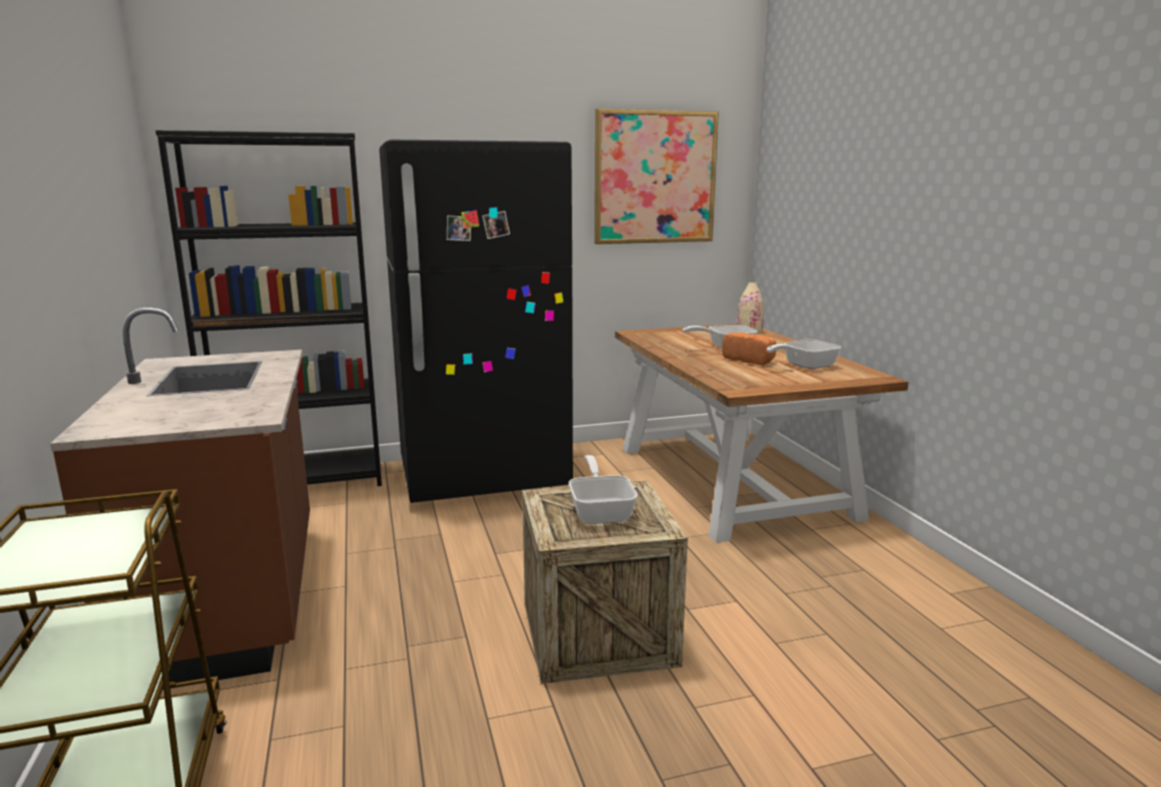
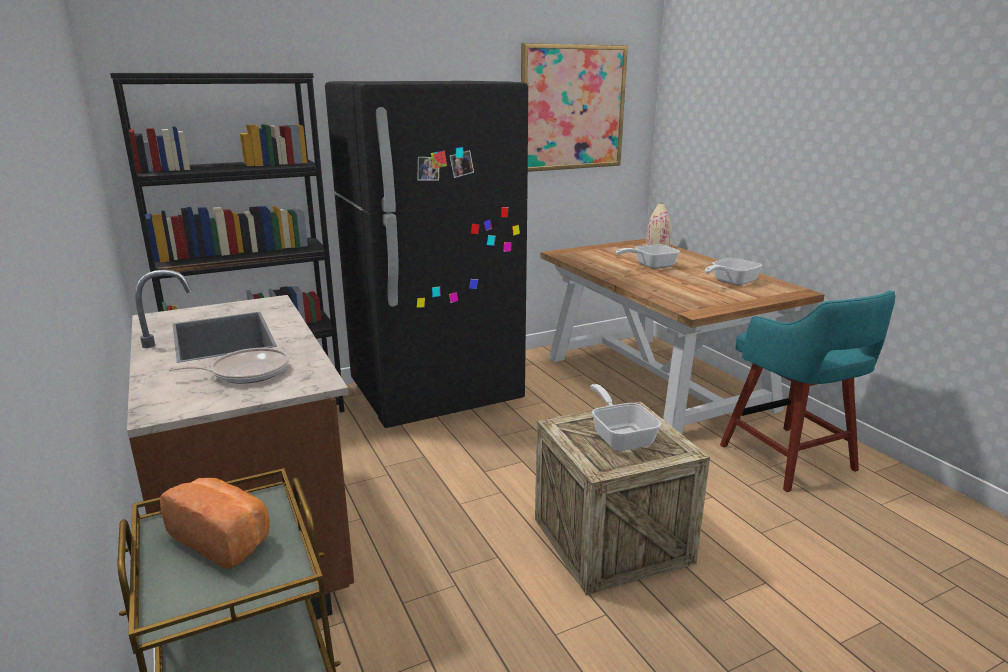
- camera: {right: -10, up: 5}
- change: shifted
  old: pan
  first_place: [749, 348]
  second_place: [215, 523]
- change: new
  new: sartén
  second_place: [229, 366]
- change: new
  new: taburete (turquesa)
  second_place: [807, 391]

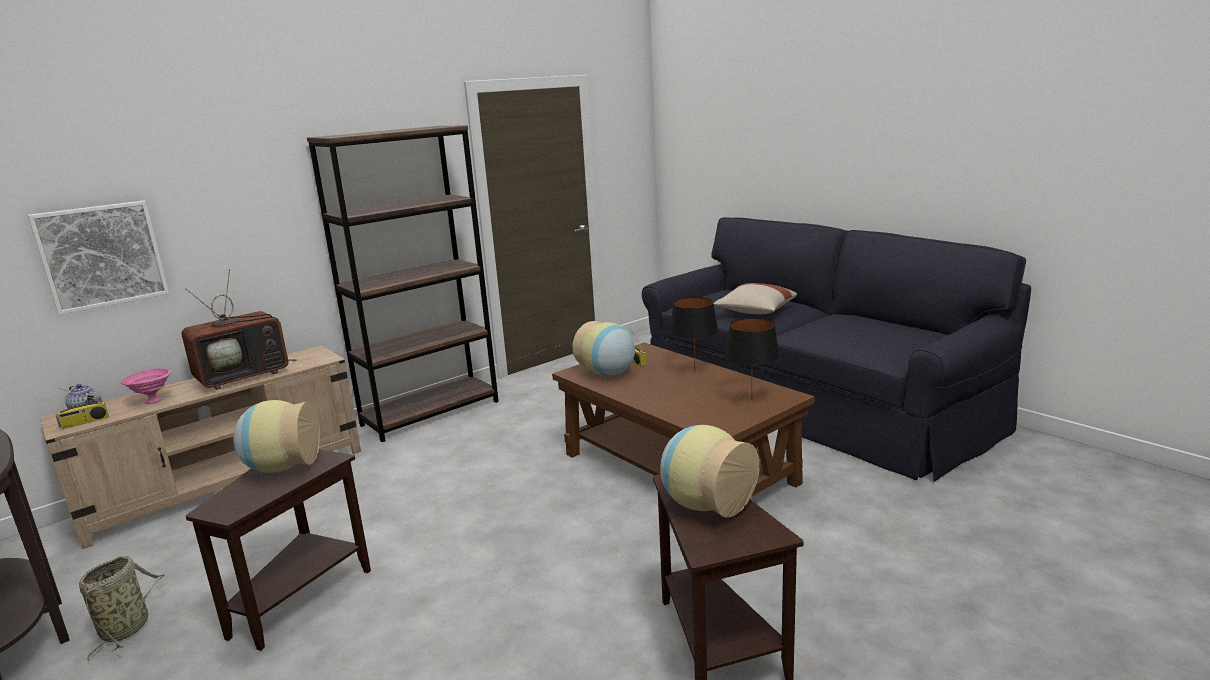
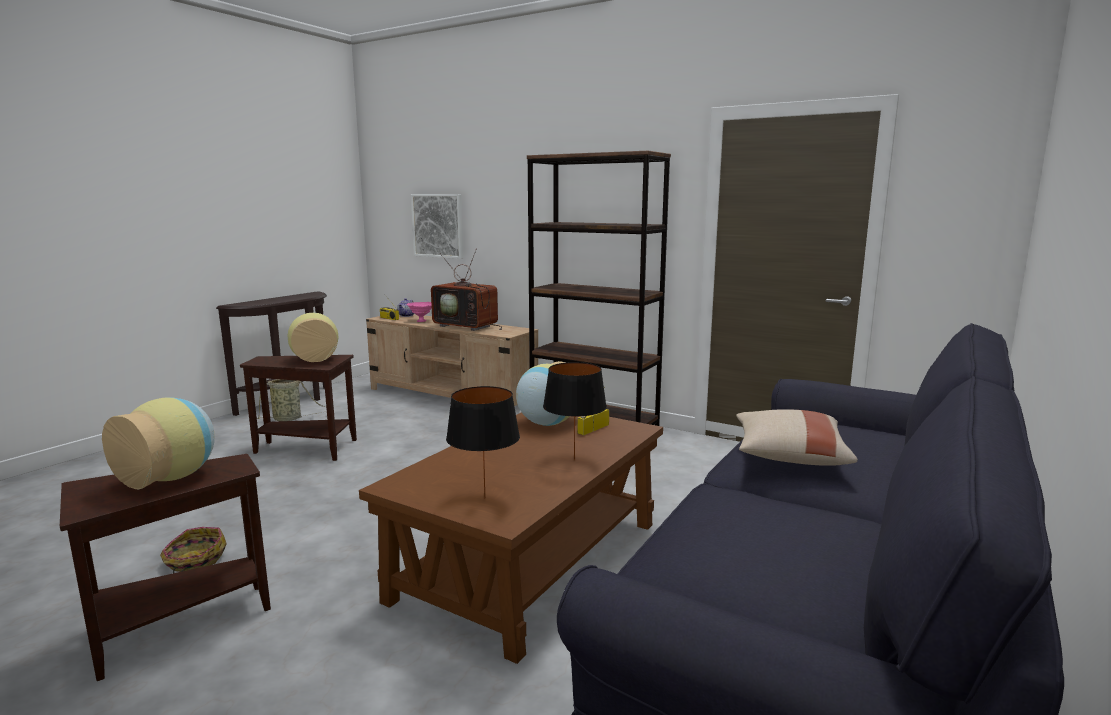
- camera: {right: 70, up: -5}
- change: new
  new: cesta
  second_place: [193, 550]

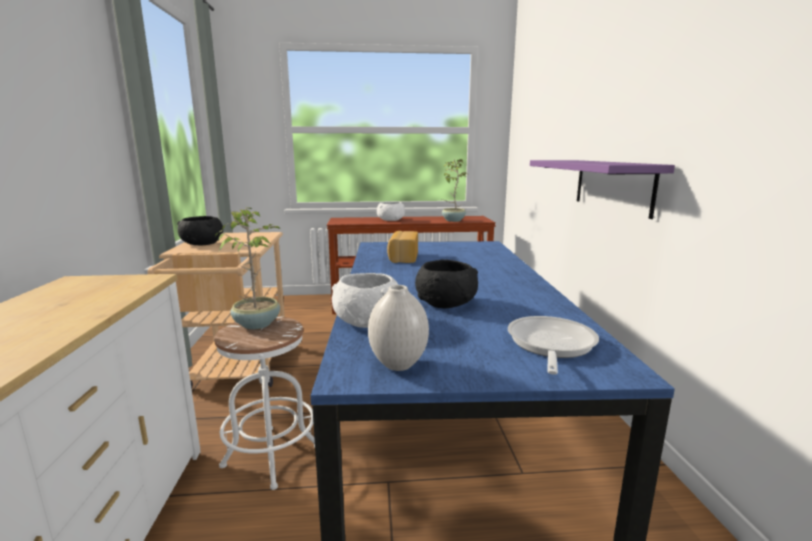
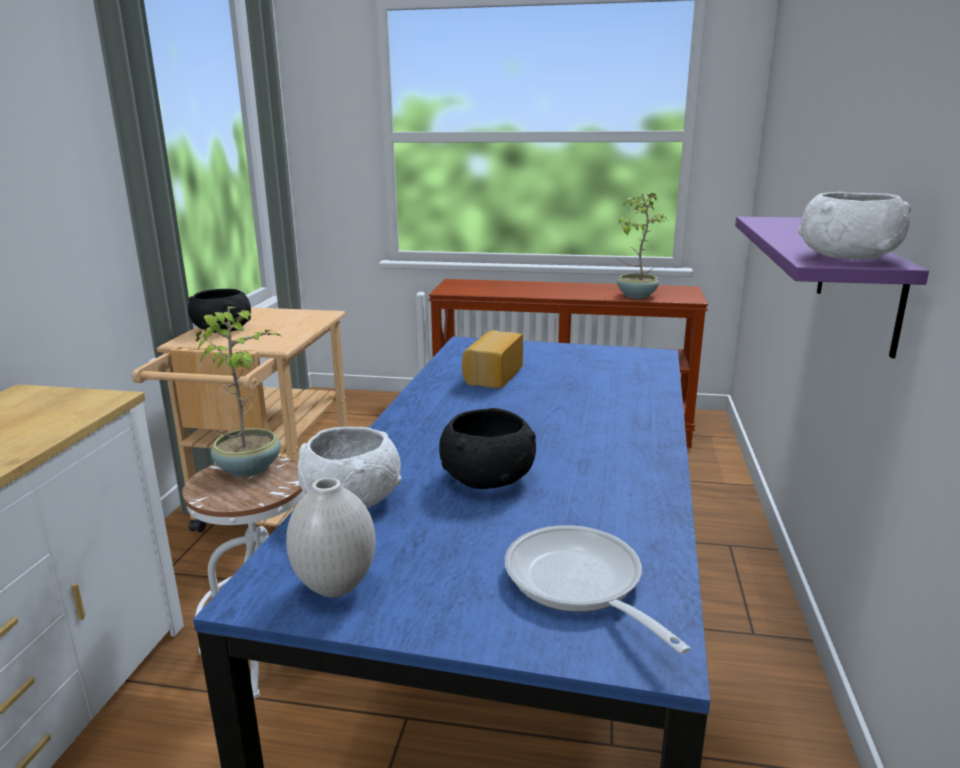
- camera: {right: 15, up: 5}
- change: shifted
  old: cuenco (blanco)
  first_place: [391, 211]
  second_place: [854, 226]
- change: rotated
  old: sartén
  first_place: [553, 345]
  second_place: [597, 589]
  degrees: -60

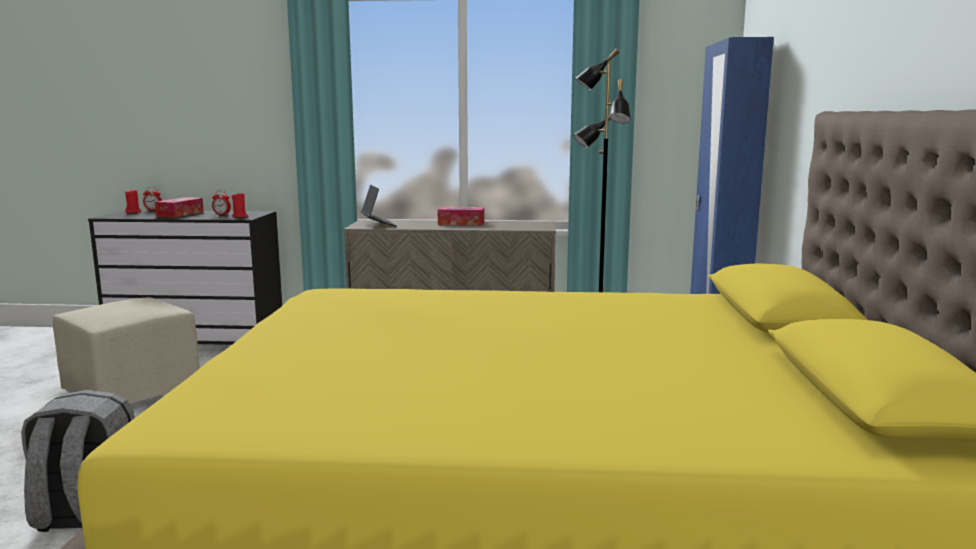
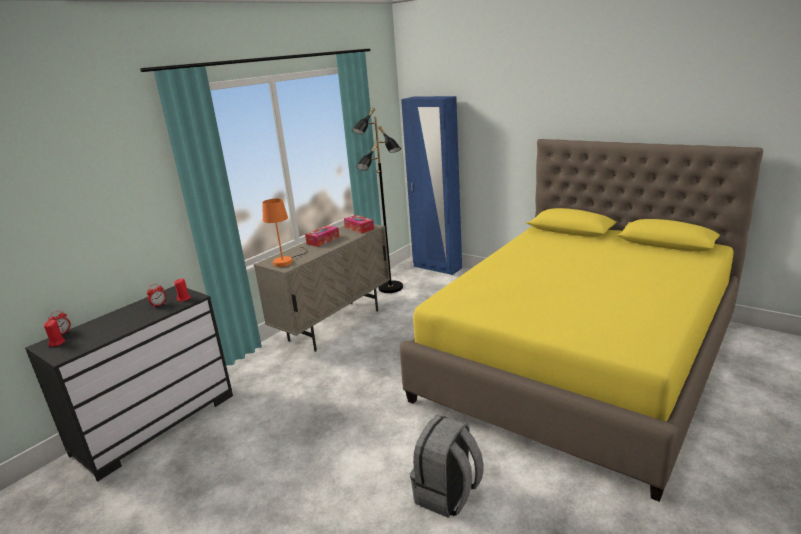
- camera: {right: -55, up: 10}
- change: gone
  old: puf (beis)
  first_place: [126, 350]
- change: shifted
  old: caja de pañuelos
  first_place: [179, 207]
  second_place: [359, 224]
- change: swapped
  old: portátil
  new: lámpara de mesa (naranja)
  first_place: [379, 206]
  second_place: [285, 233]

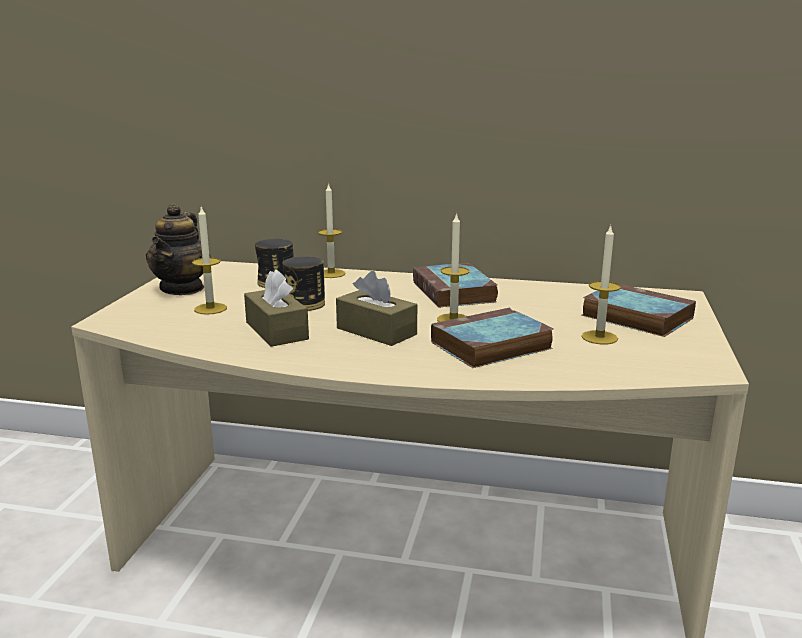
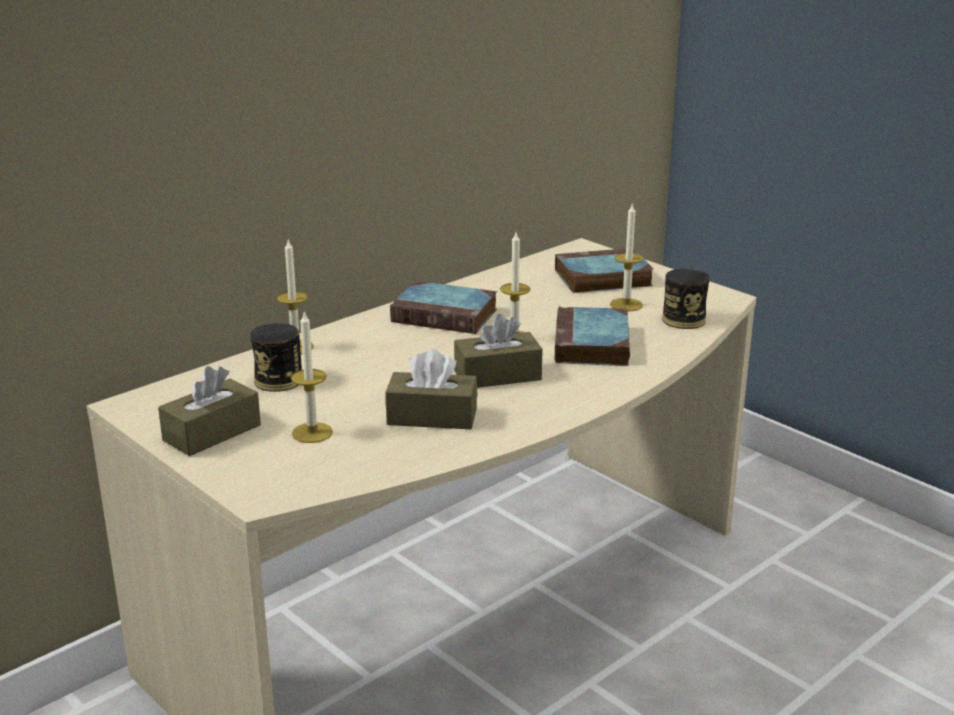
- camera: {right: -55, up: 5}
- change: swapped
  old: tetera
  new: caja de pañuelos (marrón)
  first_place: [178, 249]
  second_place: [209, 411]
- change: shifted
  old: lata
  first_place: [303, 283]
  second_place: [686, 299]

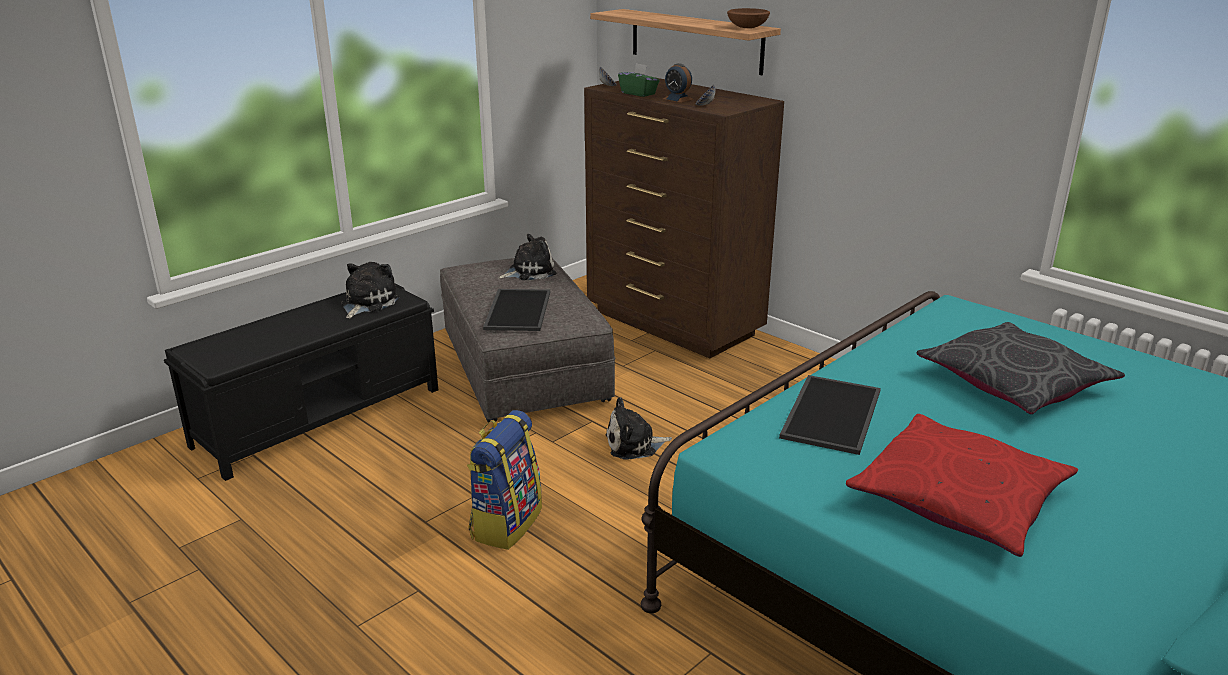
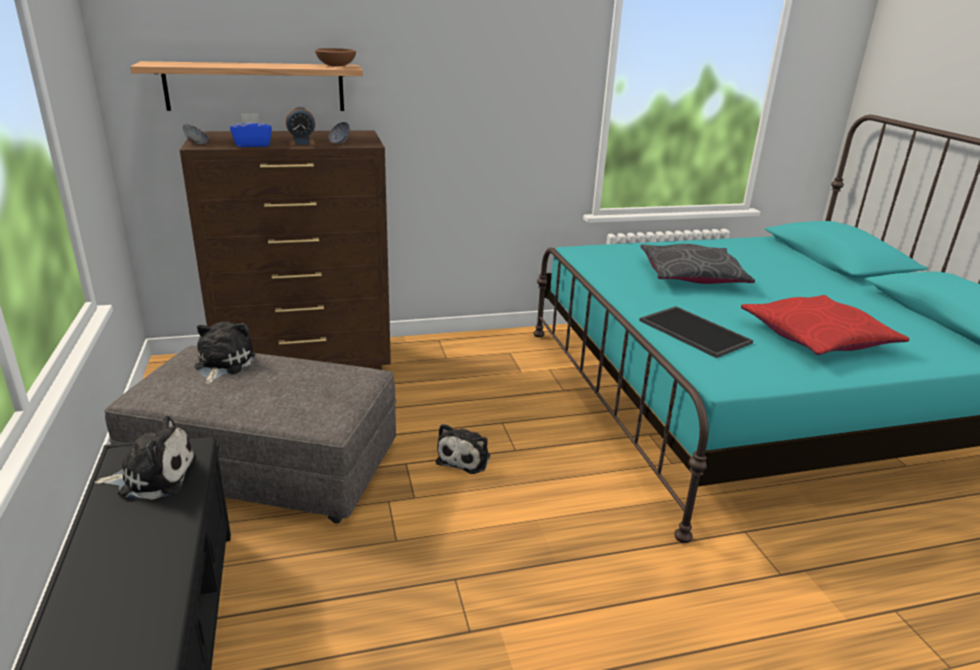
- camera: {right: -60, up: 0}
- change: rotated
  old: peluche
  first_place: [370, 290]
  second_place: [145, 458]
  degrees: 120
- change: gone
  old: mochila
  first_place: [504, 480]
- change: gone
  old: bandeja
  first_place: [516, 310]
- change: repainted
  old: caja de pañuelos (verde)
  new: caja de pañuelos (azul)
  first_place: [639, 80]
  second_place: [251, 130]

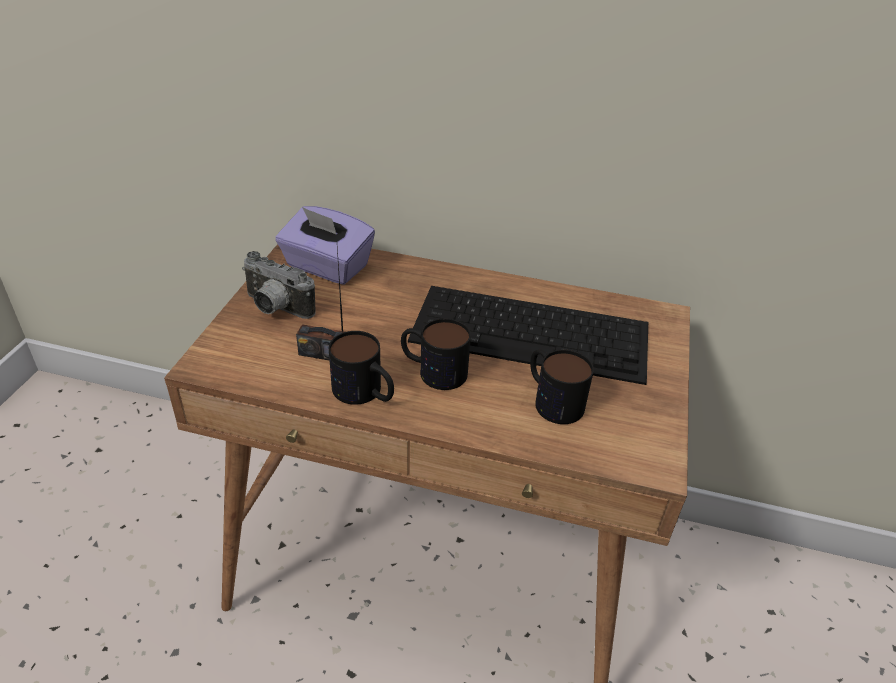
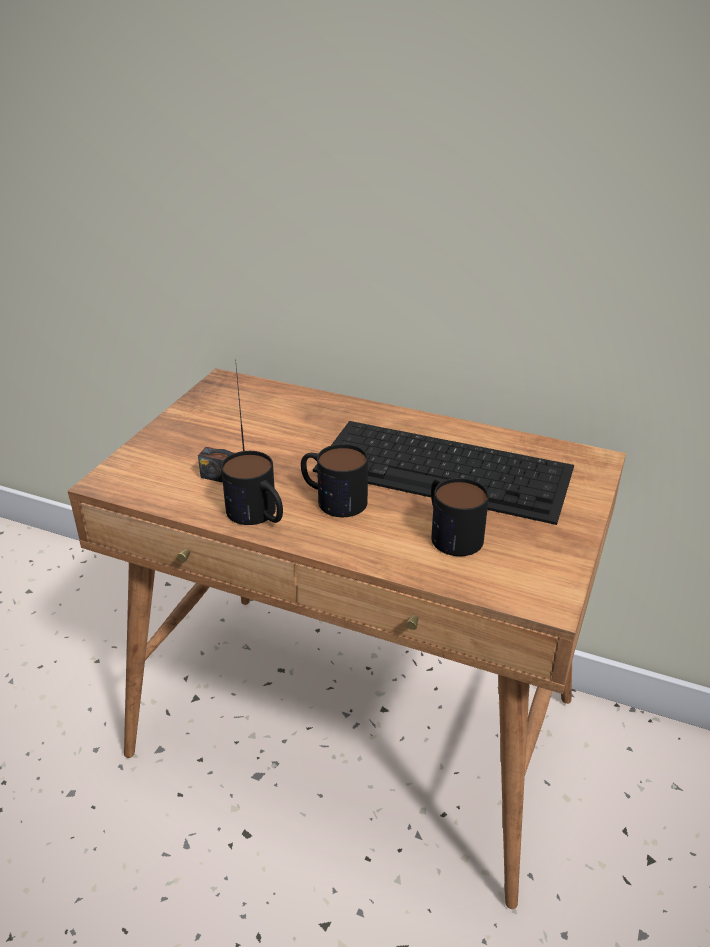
- camera: {right: 10, up: -5}
- change: gone
  old: cámara
  first_place: [279, 285]
- change: gone
  old: caja de pañuelos (morado)
  first_place: [325, 245]

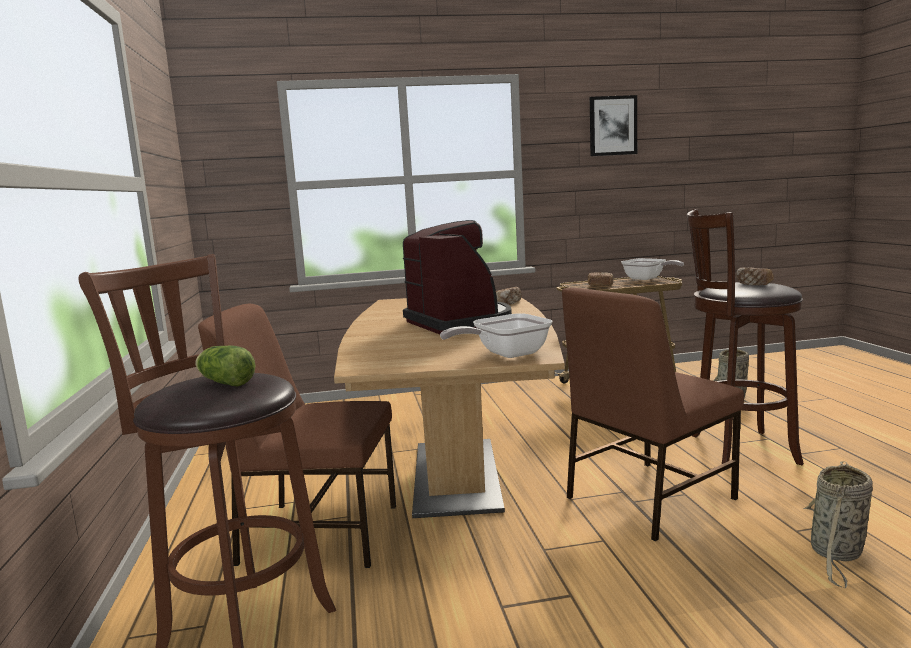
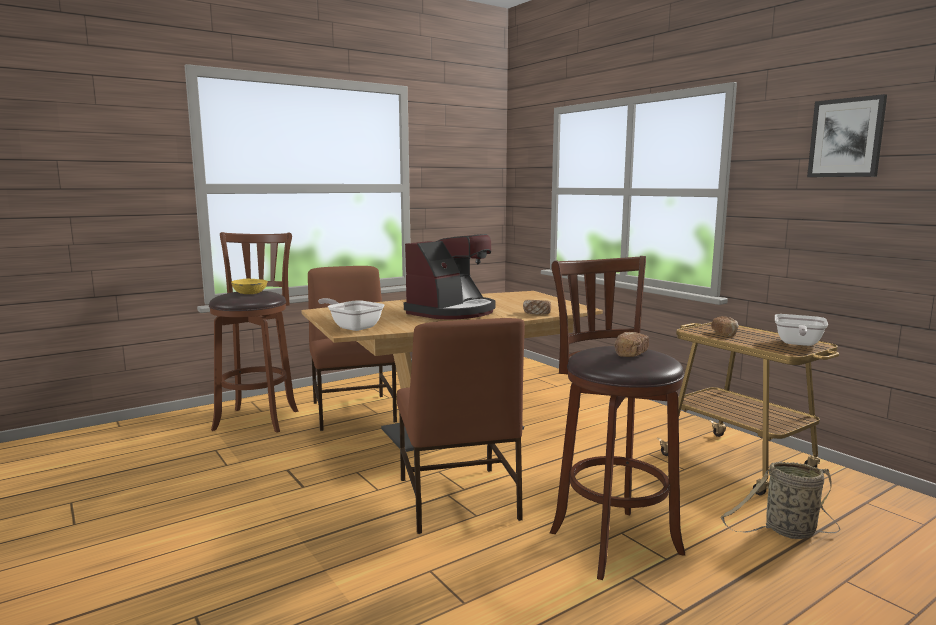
- camera: {right: 65, up: 0}
- change: swapped
  old: lechuga
  new: cuenco (amarillo)
  first_place: [226, 365]
  second_place: [249, 286]
- change: rotated
  old: silla (marrón)
  first_place: [653, 414]
  second_place: [461, 426]
  degrees: -135
- change: gone
  old: cesta
  first_place: [838, 524]

